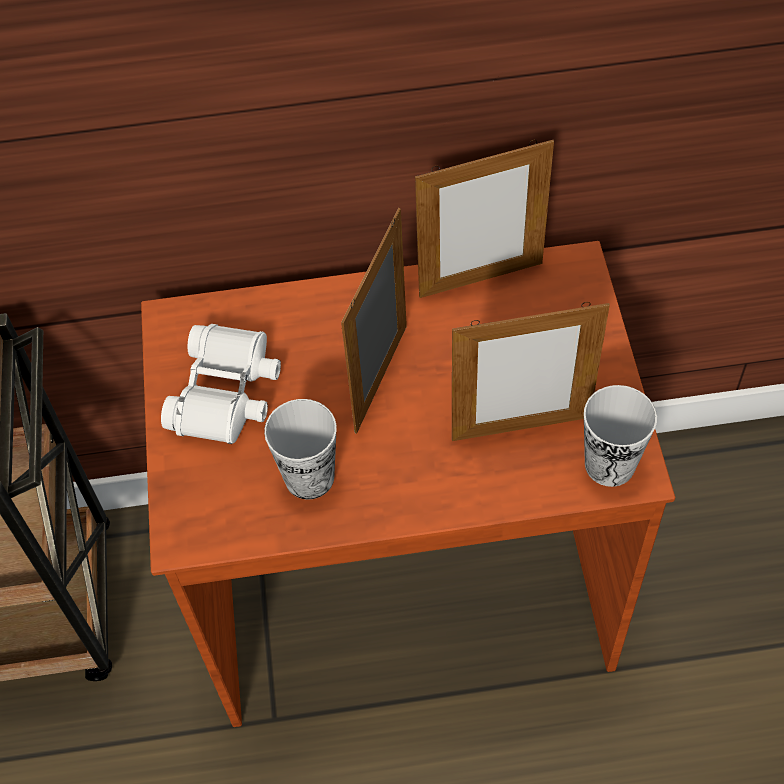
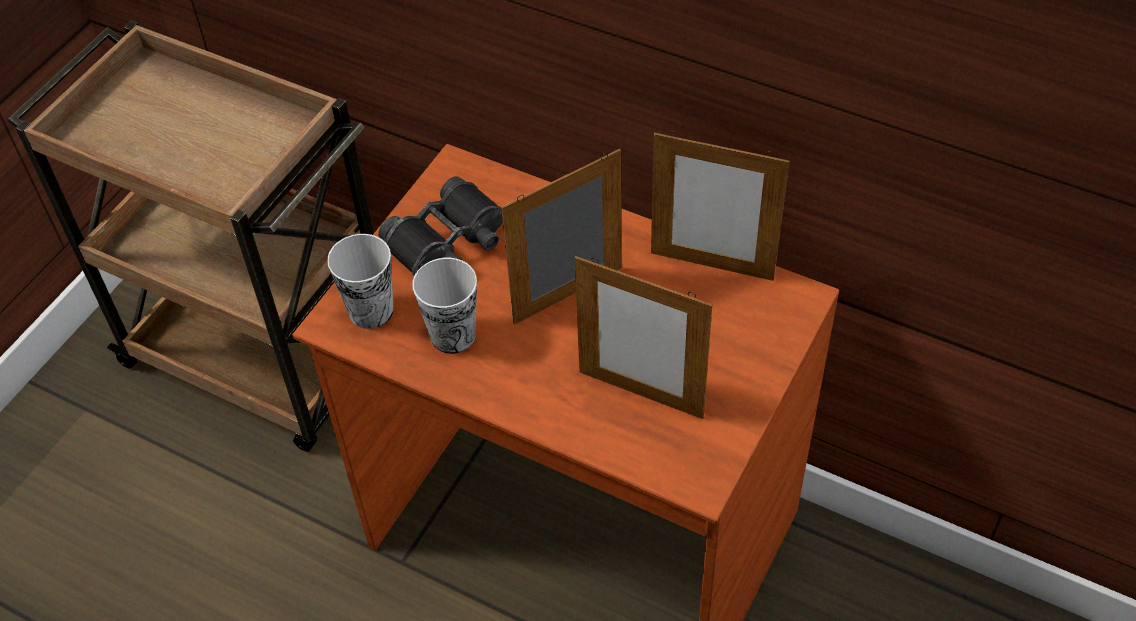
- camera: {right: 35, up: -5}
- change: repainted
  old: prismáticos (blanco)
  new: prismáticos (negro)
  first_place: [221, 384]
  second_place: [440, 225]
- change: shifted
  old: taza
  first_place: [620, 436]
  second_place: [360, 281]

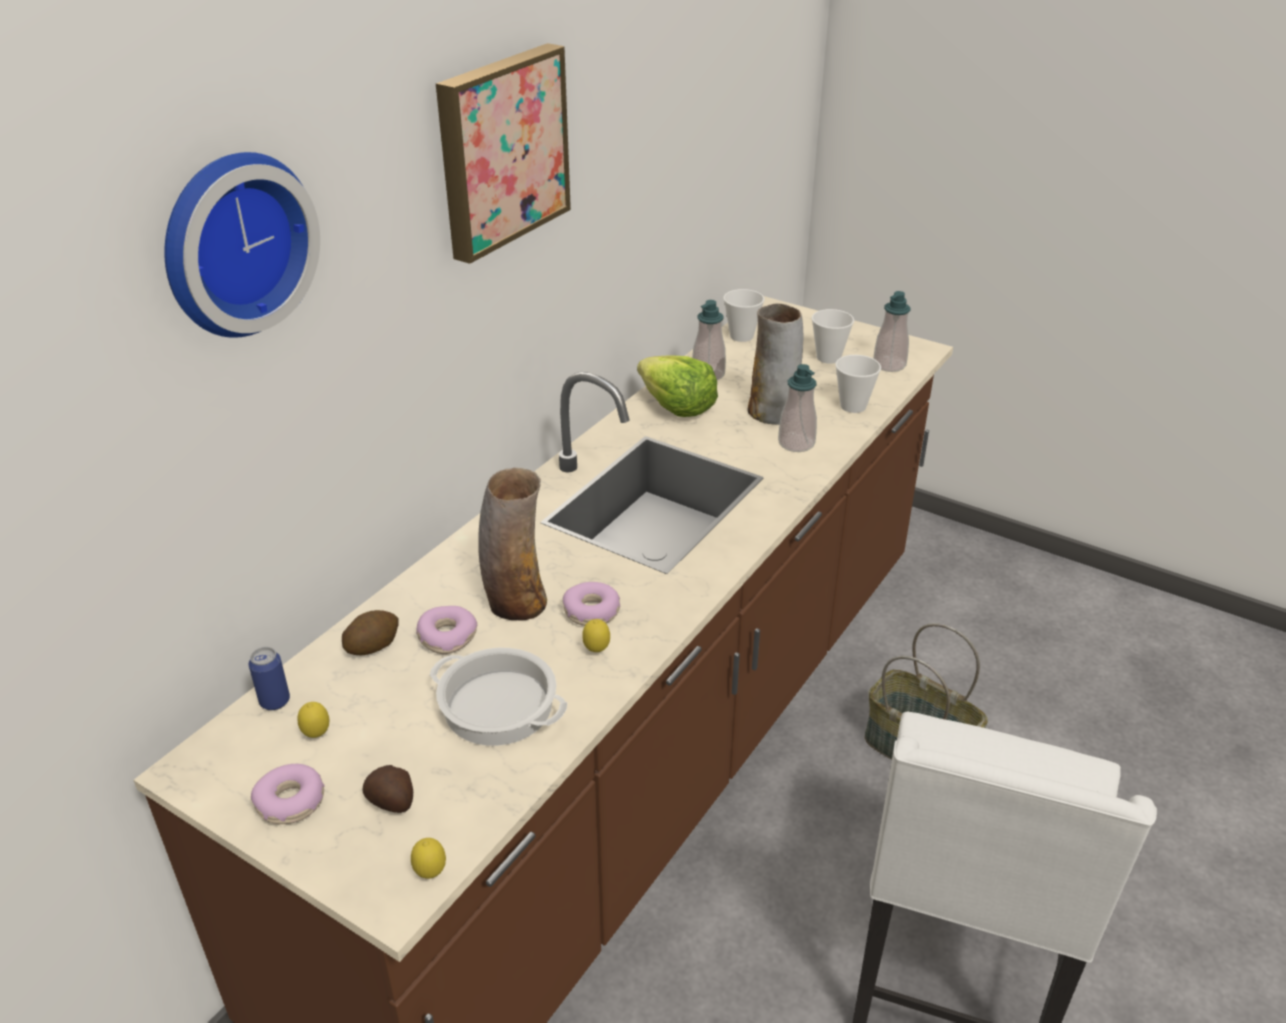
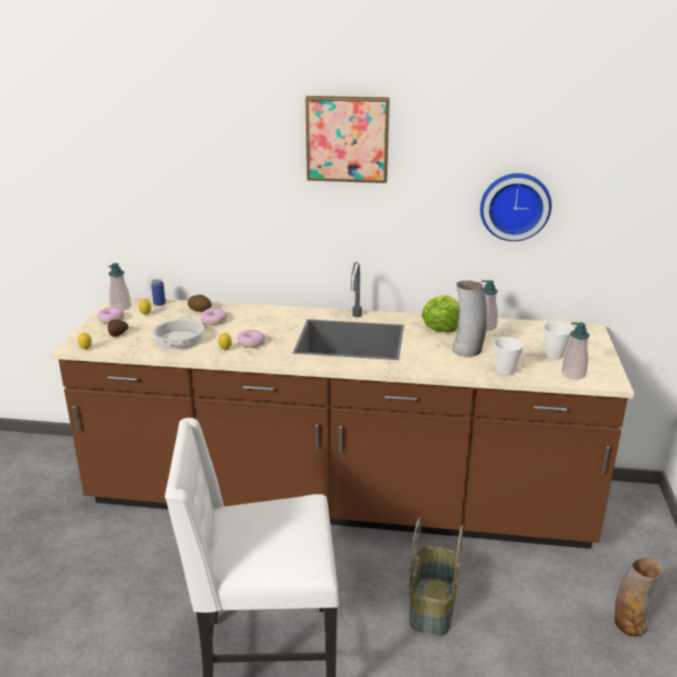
- camera: {right: 65, up: -10}
- change: shifted
  old: reloj de pared
  first_place: [242, 245]
  second_place: [516, 207]
- change: shifted
  old: florero
  first_place: [512, 544]
  second_place: [639, 597]
- change: gone
  old: taza
  first_place: [743, 315]
- change: shifted
  old: dispensador de jabón
  first_place: [797, 408]
  second_place: [119, 287]

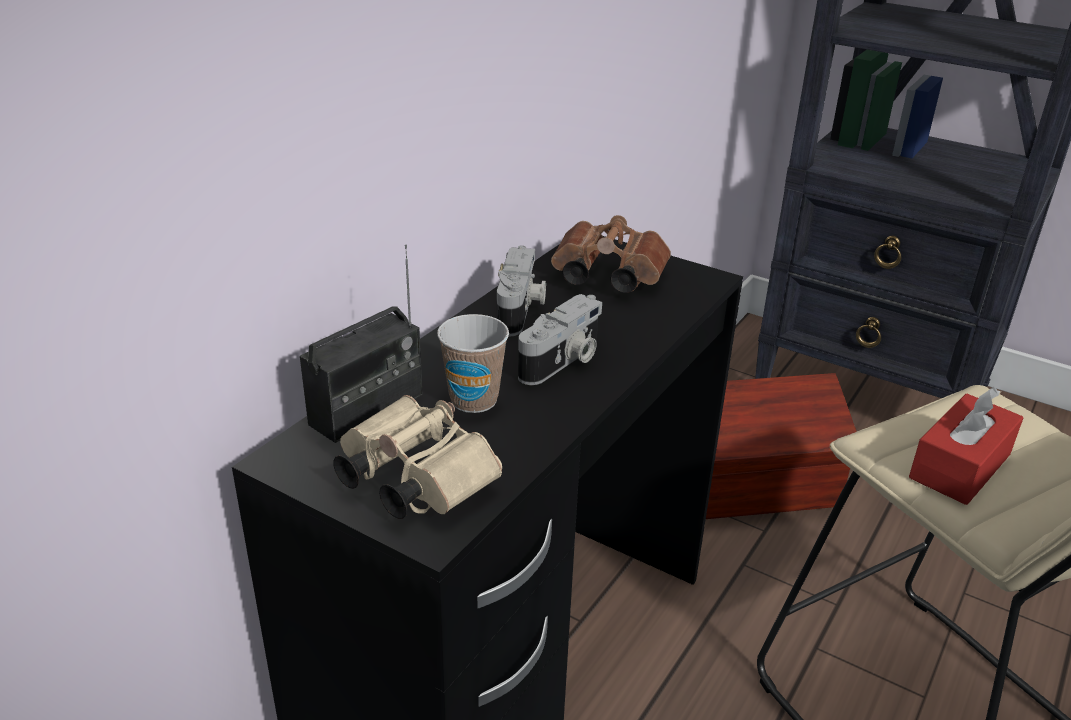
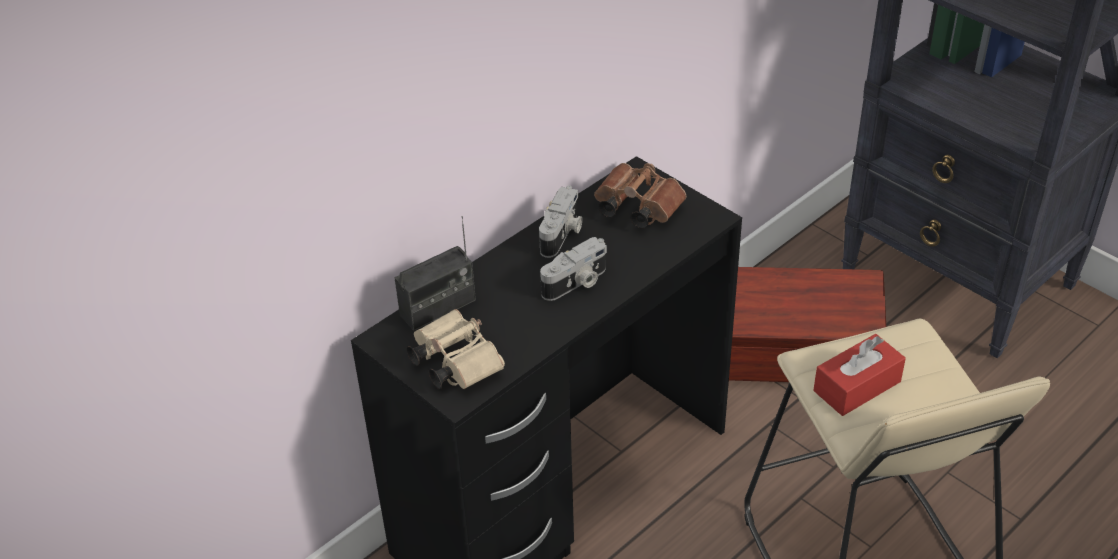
- camera: {right: 15, up: 10}
- change: gone
  old: taza
  first_place: [473, 363]

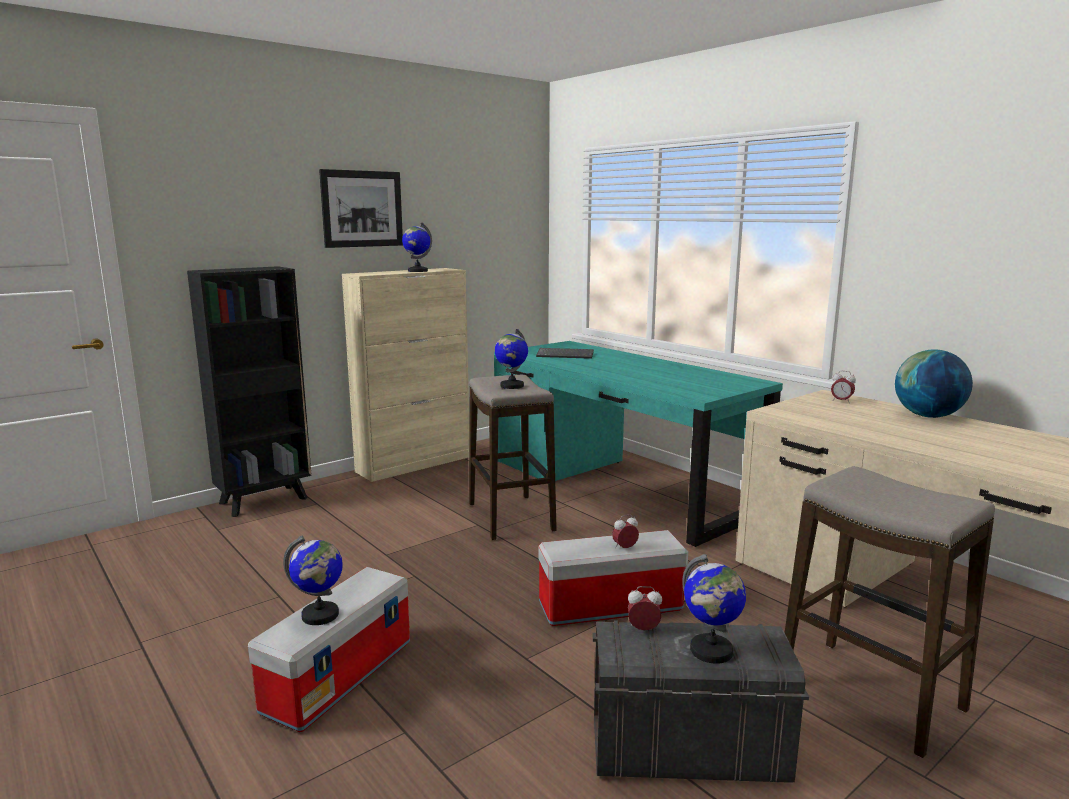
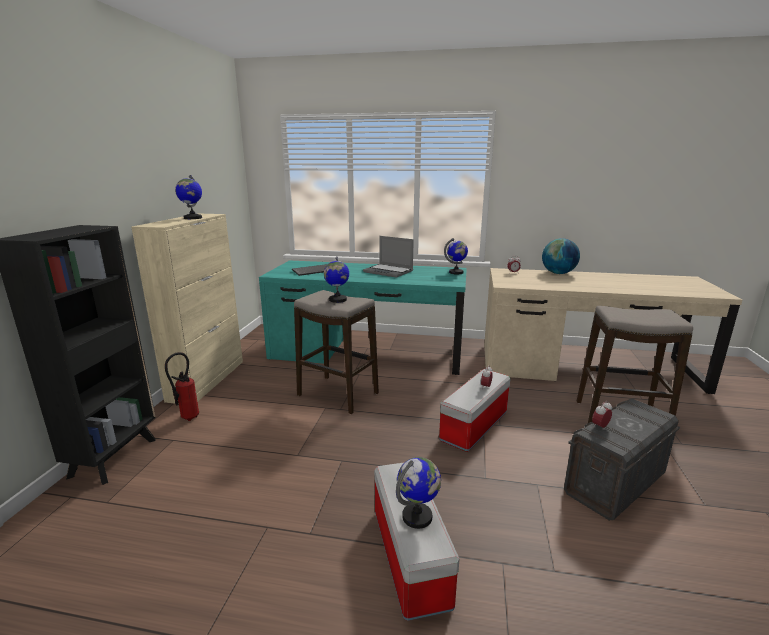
- camera: {right: -40, up: 5}
- change: gone
  old: cuadro
  first_place: [361, 208]
- change: shifted
  old: globo terráqueo
  first_place: [714, 609]
  second_place: [456, 256]
- change: new
  new: extintor
  second_place: [182, 386]
- change: new
  new: portátil
  second_place: [388, 257]

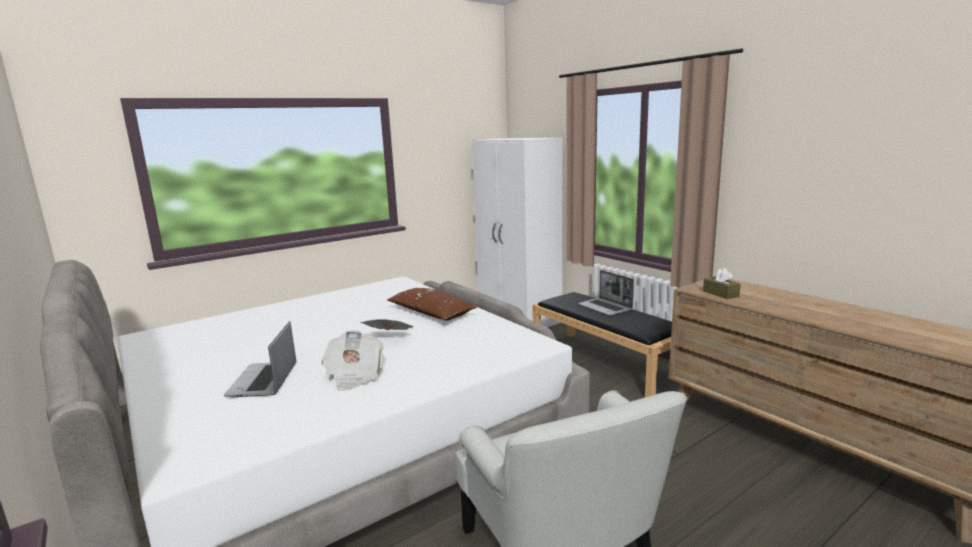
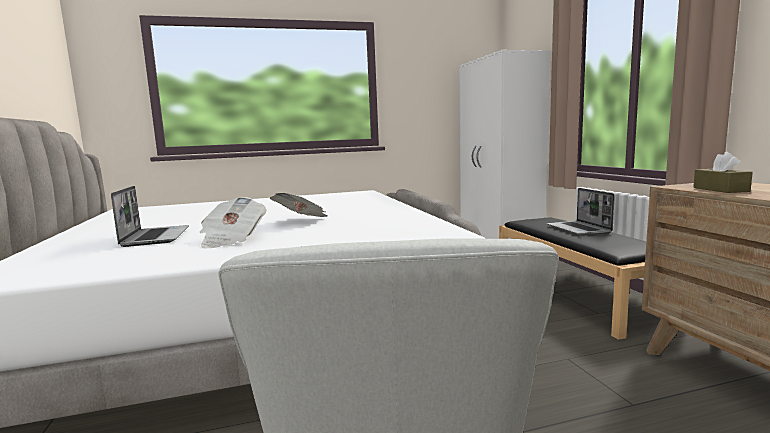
- camera: {right: 20, up: -5}
- change: rotated
  old: portátil
  first_place: [260, 359]
  second_place: [150, 216]
  degrees: 150
- change: gone
  old: cojín (marrón)
  first_place: [432, 304]

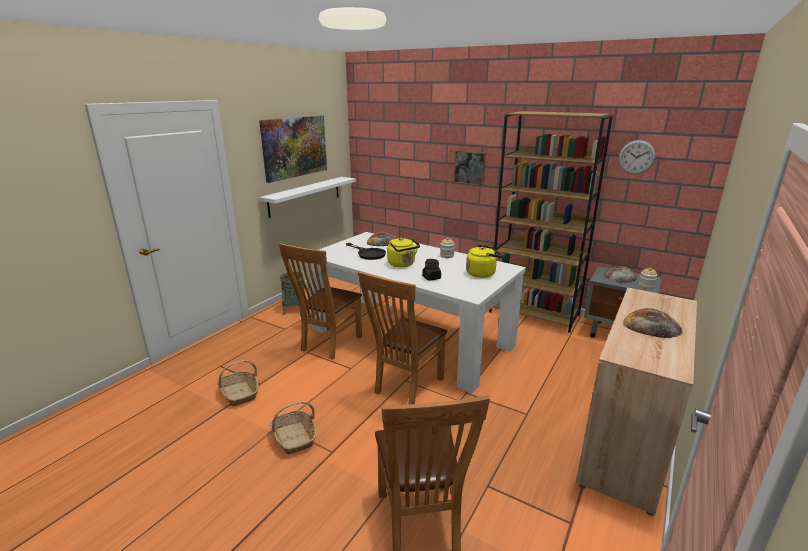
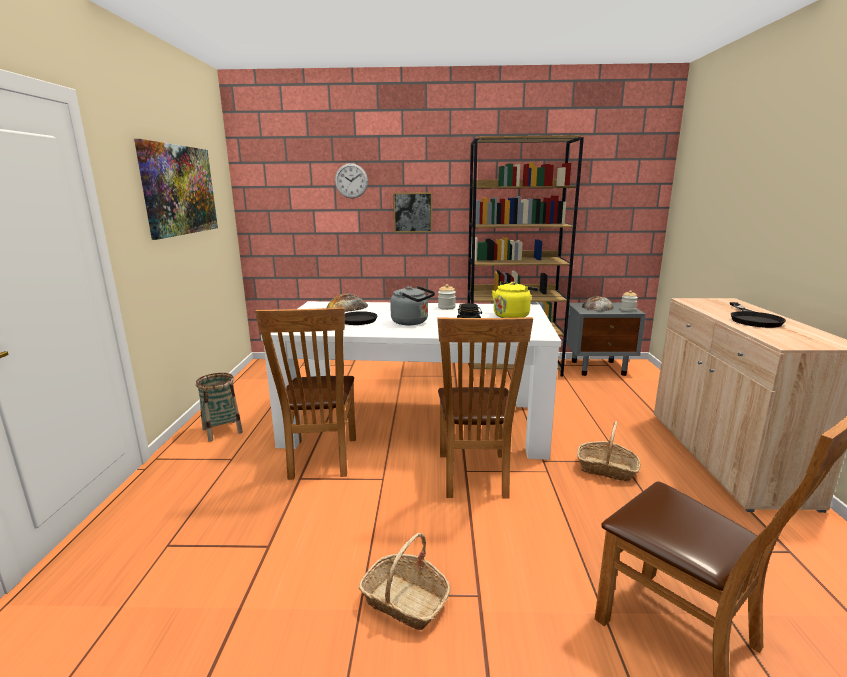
- camera: {right: -30, up: -5}
- change: shifted
  old: cesta
  first_place: [238, 383]
  second_place: [608, 451]
- change: gone
  old: estante (blanco)
  first_place: [308, 197]
- change: repainted
  old: hervidor (amarillo)
  new: hervidor (gris)
  first_place: [403, 252]
  second_place: [412, 305]
- change: shifted
  old: reloj de pared
  first_place: [637, 157]
  second_place: [351, 180]
- change: swapped
  old: pan
  new: sartén (negro)
  first_place: [652, 323]
  second_place: [758, 315]

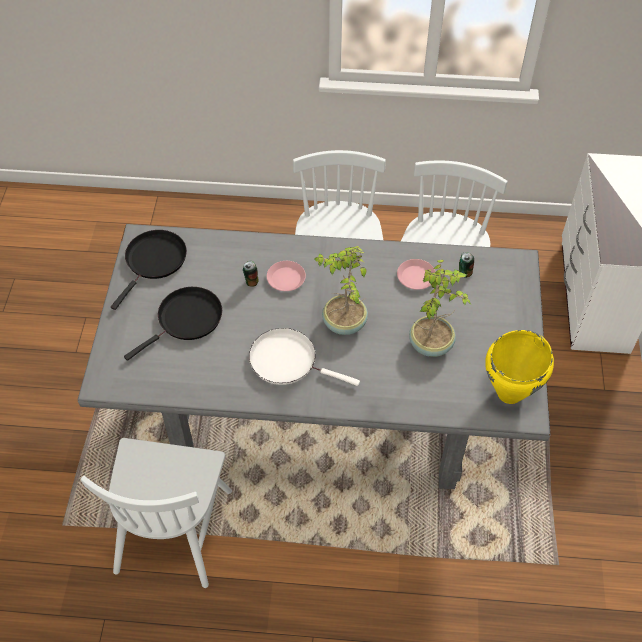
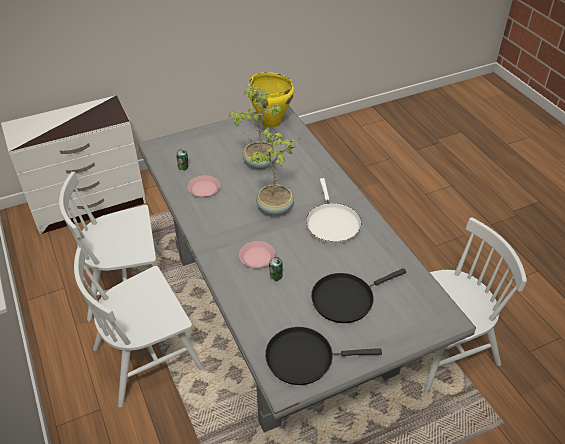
- camera: {right: -120, up: -10}
- change: rotated
  old: sartén (negro)
  first_place: [173, 324]
  second_place: [358, 295]
  degrees: -45

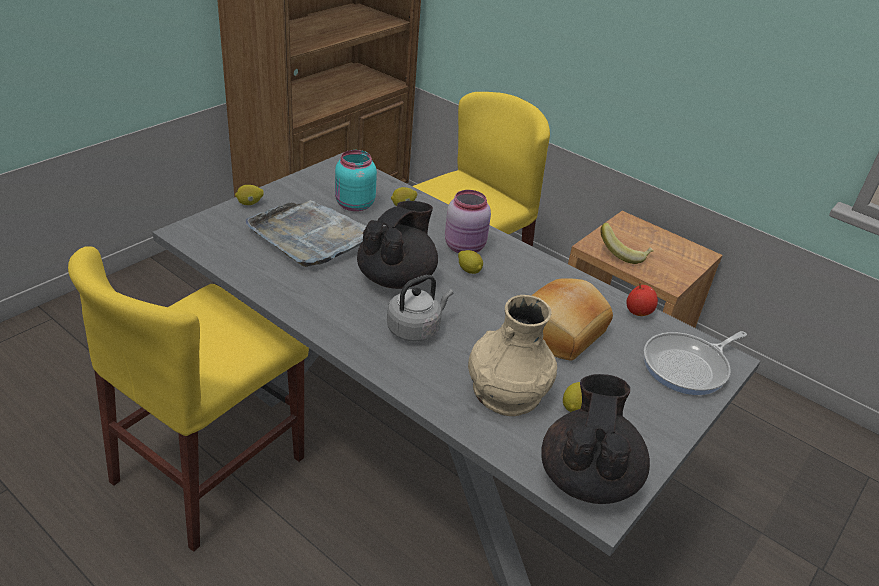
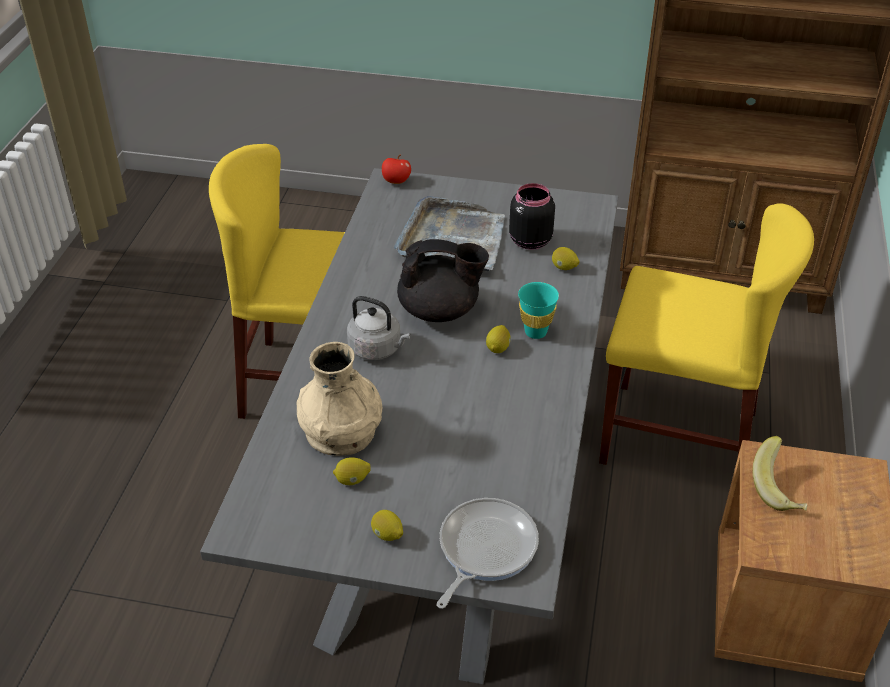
- camera: {right: 65, up: 5}
- change: shifted
  old: limón
  first_place: [249, 195]
  second_place: [387, 525]
- change: repainted
  old: tarro (turquesa)
  new: tarro (negro)
  first_place: [356, 180]
  second_place: [532, 216]
- change: swapped
  old: tarro (rosa)
  new: taza (turquesa)
  first_place: [468, 221]
  second_place: [538, 310]
- change: gone
  old: pan
  first_place: [572, 319]
- change: gone
  old: tetera (negro)
  first_place: [595, 439]
- change: shifted
  old: manzana
  first_place: [642, 299]
  second_place: [396, 169]
- change: rotated
  old: sartén
  first_place: [695, 363]
  second_place: [488, 553]
  degrees: 90

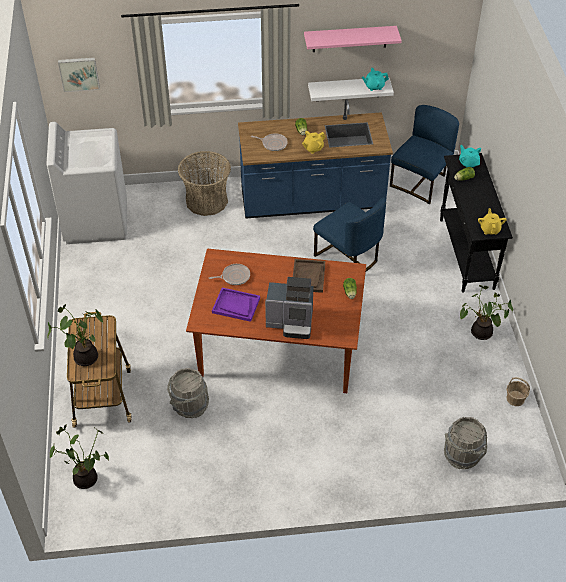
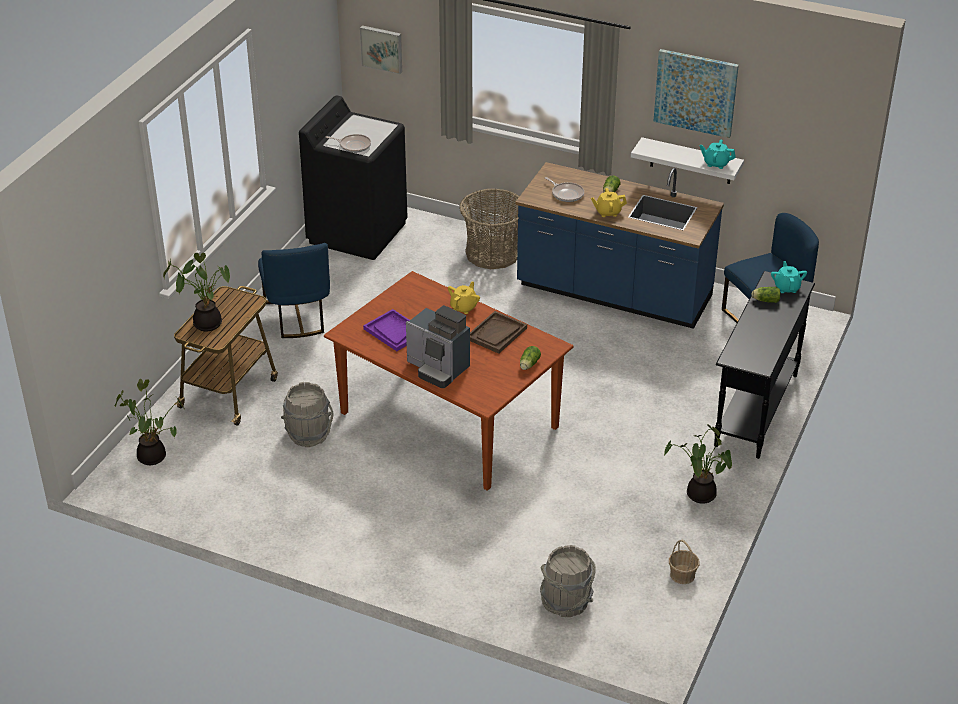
- camera: {right: 30, up: -10}
- change: repainted
  old: lavadora (blanco)
  new: lavadora (negro)
  first_place: [86, 183]
  second_place: [353, 178]
- change: shifted
  old: sartén
  first_place: [229, 274]
  second_place: [348, 143]
- change: swapped
  old: estante (rosa)
  new: cuadro
  first_place: [353, 39]
  second_place: [696, 93]
- change: shifted
  old: silla (azul)
  first_place: [349, 234]
  second_place: [294, 290]
- change: shifted
  old: tetera (amarillo)
  first_place: [492, 221]
  second_place: [464, 297]

